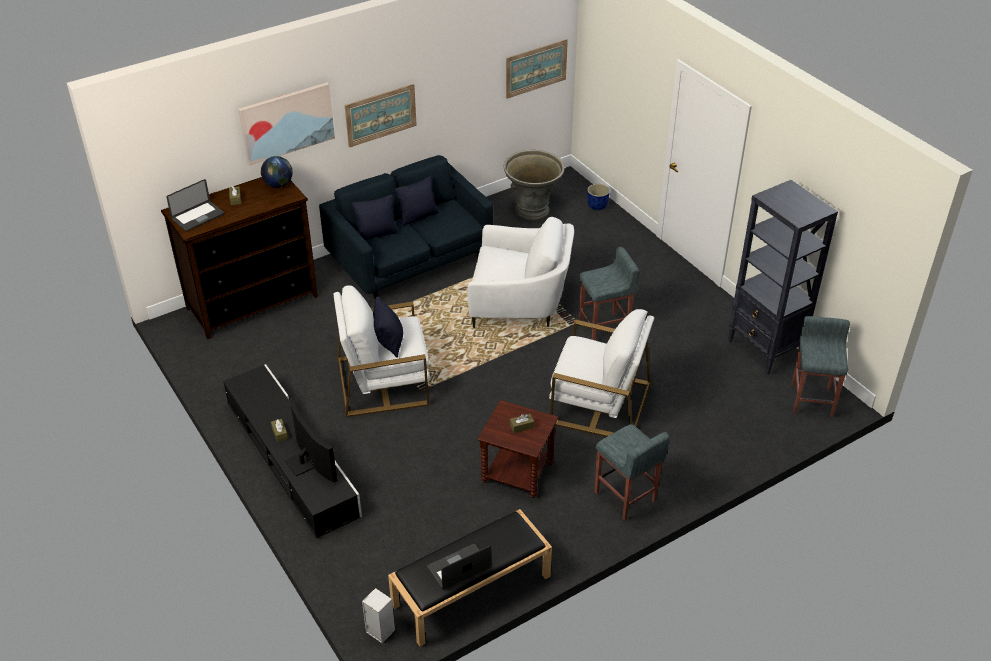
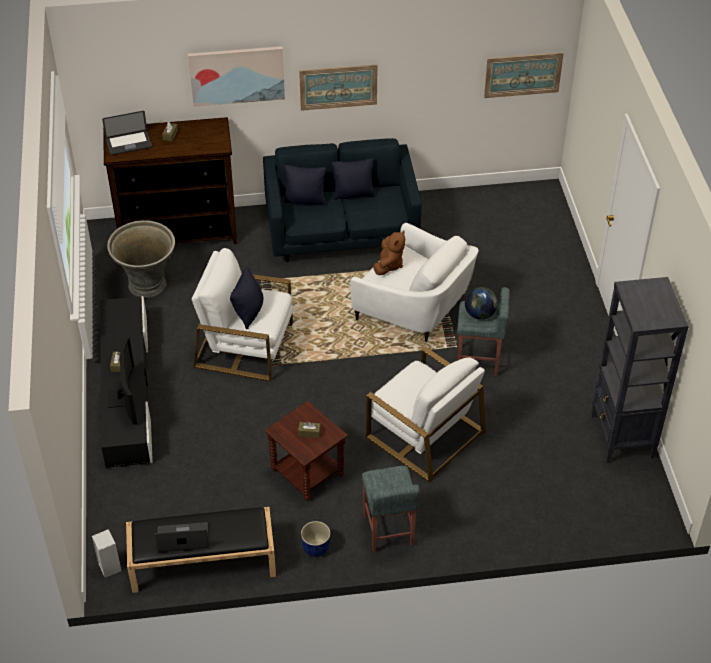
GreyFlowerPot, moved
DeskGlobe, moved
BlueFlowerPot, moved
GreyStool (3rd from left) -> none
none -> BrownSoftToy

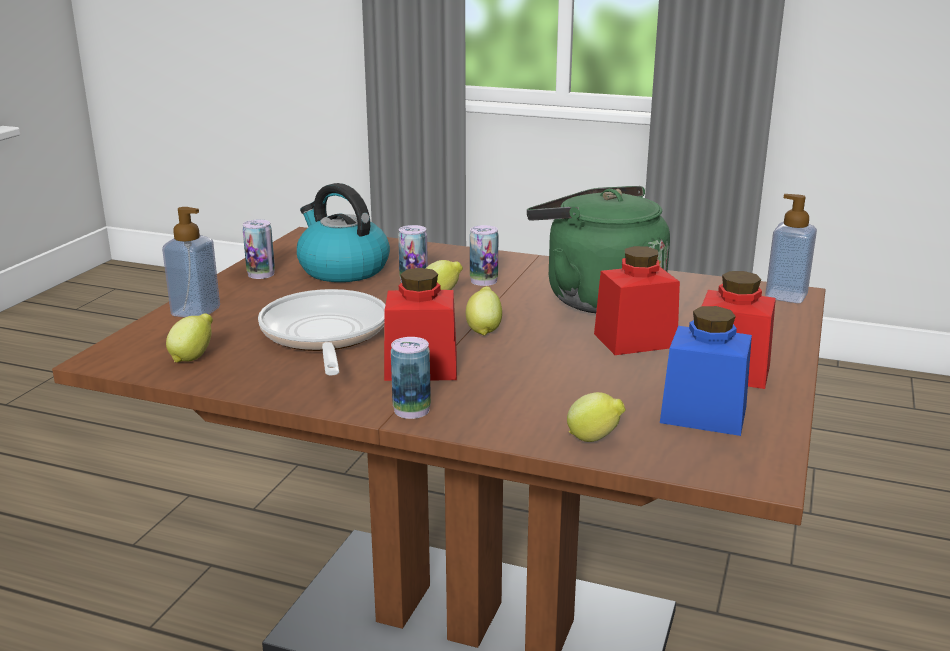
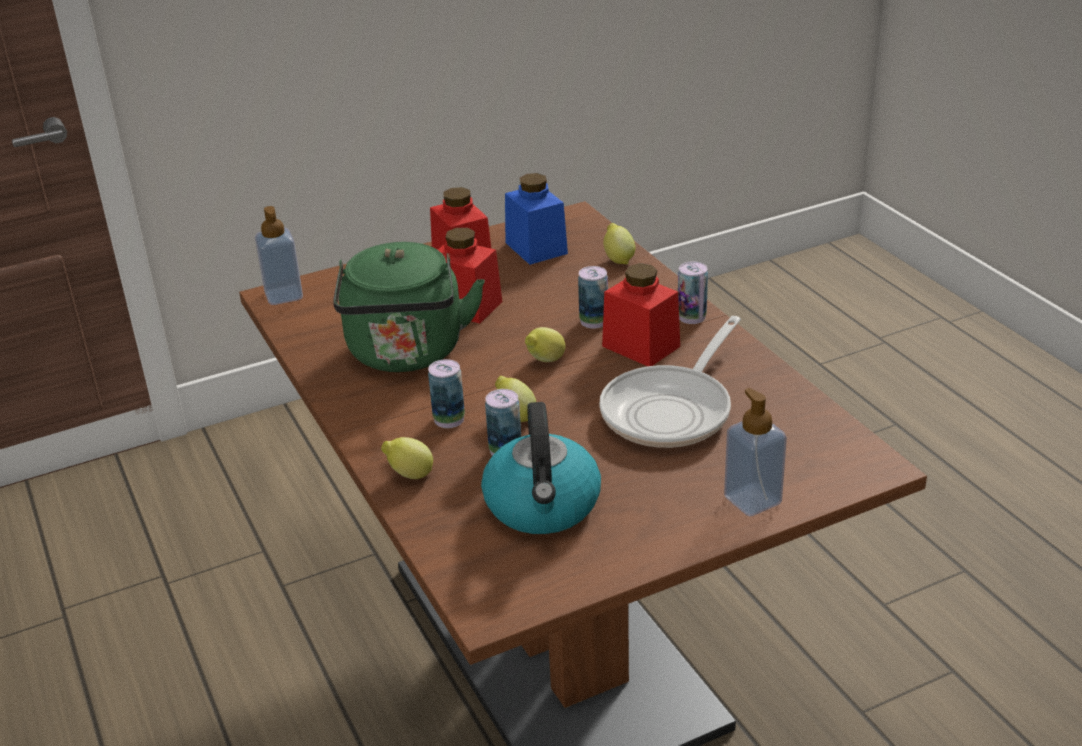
SealedCan (1st from left in the first image) -> SealedCan (3rd from left), moved
Lemon (1st from left), moved

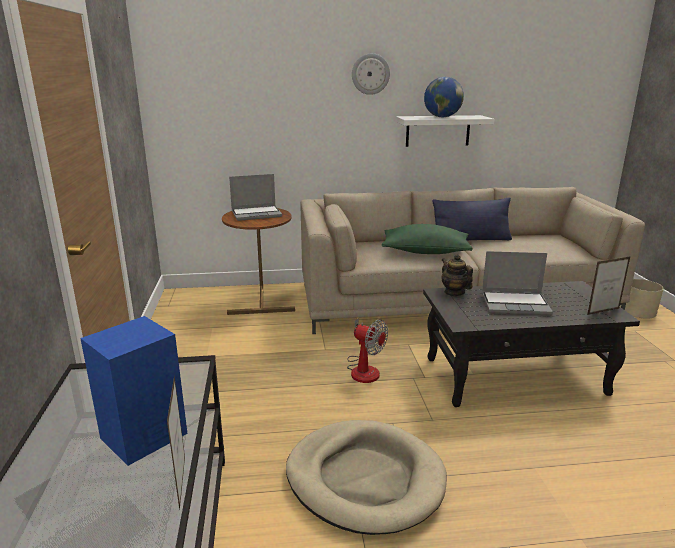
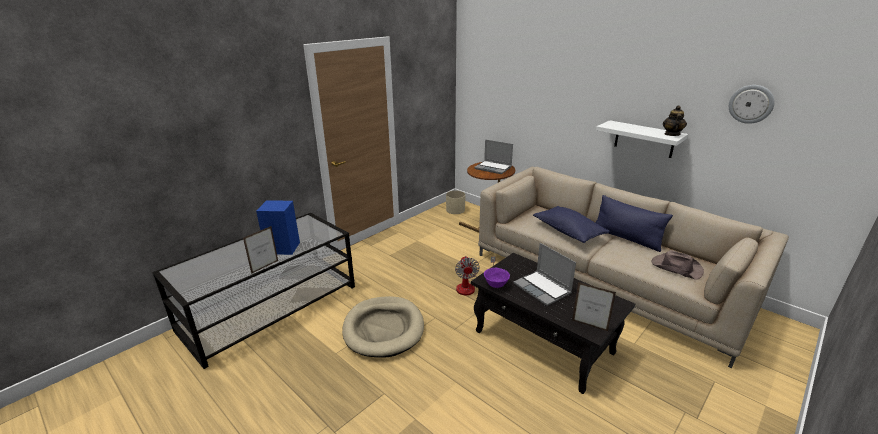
ClockOnTheWall, moved
DeskGlobe -> none
GreenColouredCushion -> BlueCushion (1st from left)
TeaPot, moved
SandColouredFlowerPot, moved
none -> BrownClothingHat
none -> PurpleBowl

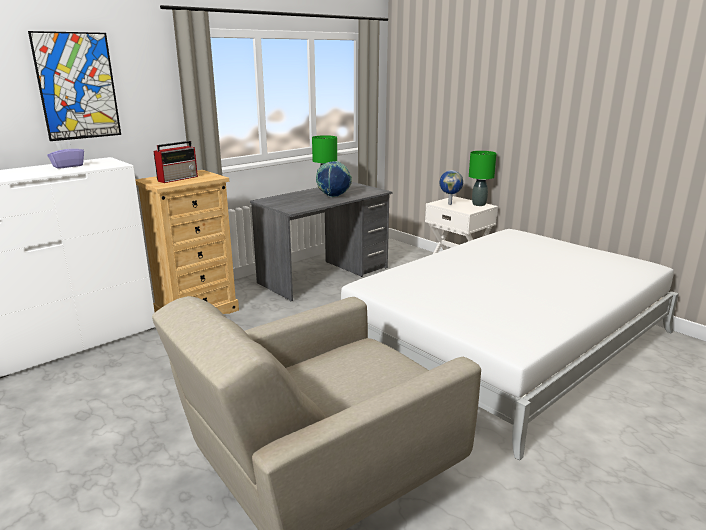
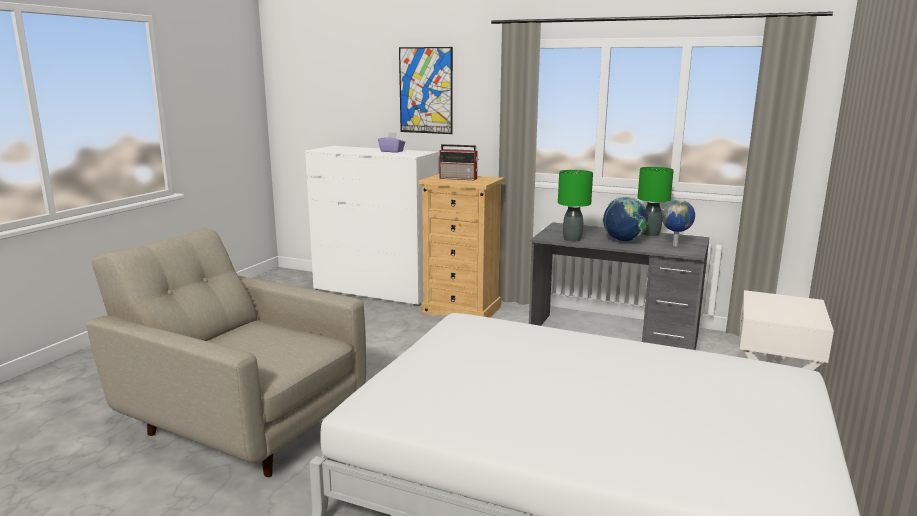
GreenColouredTabletopLamp (2nd from left in the first image) -> GreenColouredTabletopLamp (1st from left), moved
DeskGlobe (2nd from left), moved

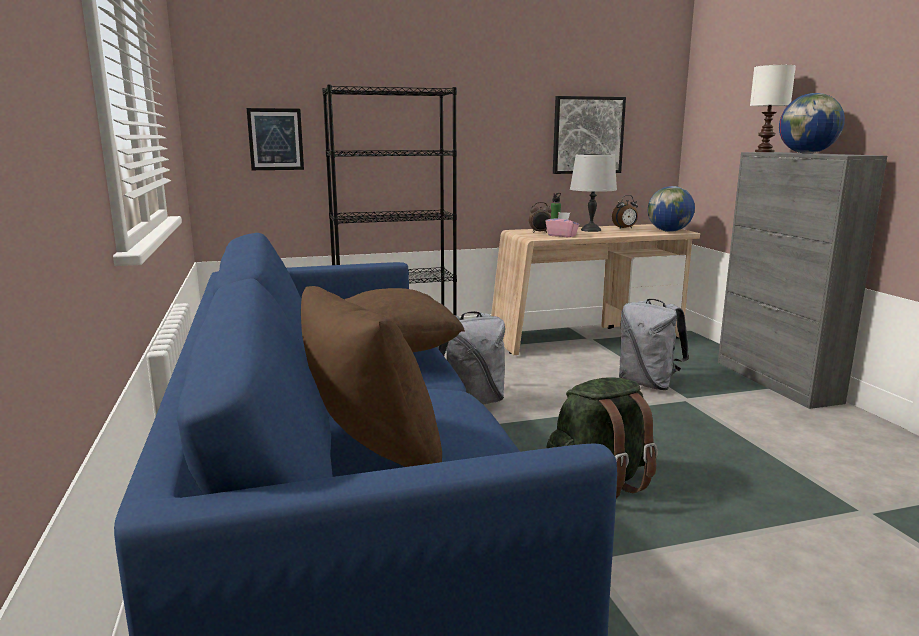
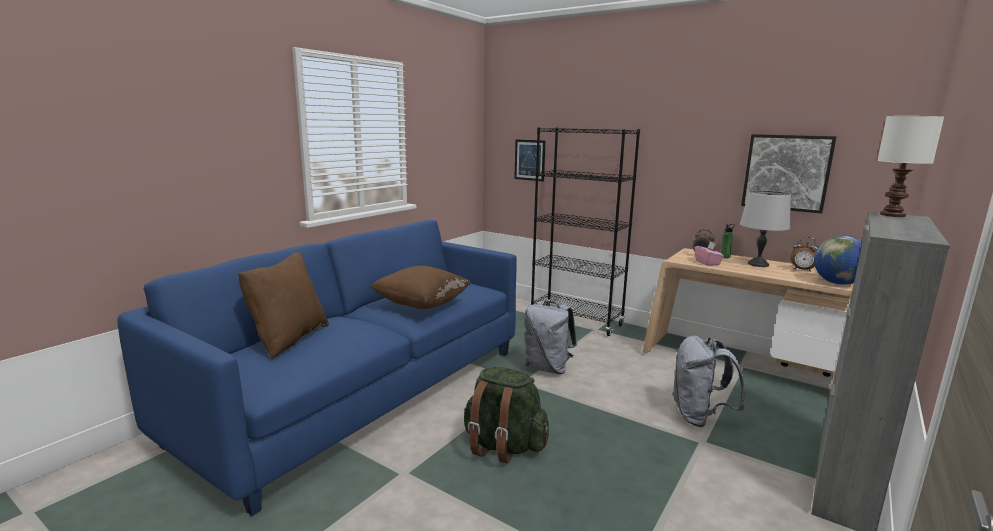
DeskGlobe (2nd from left) -> none

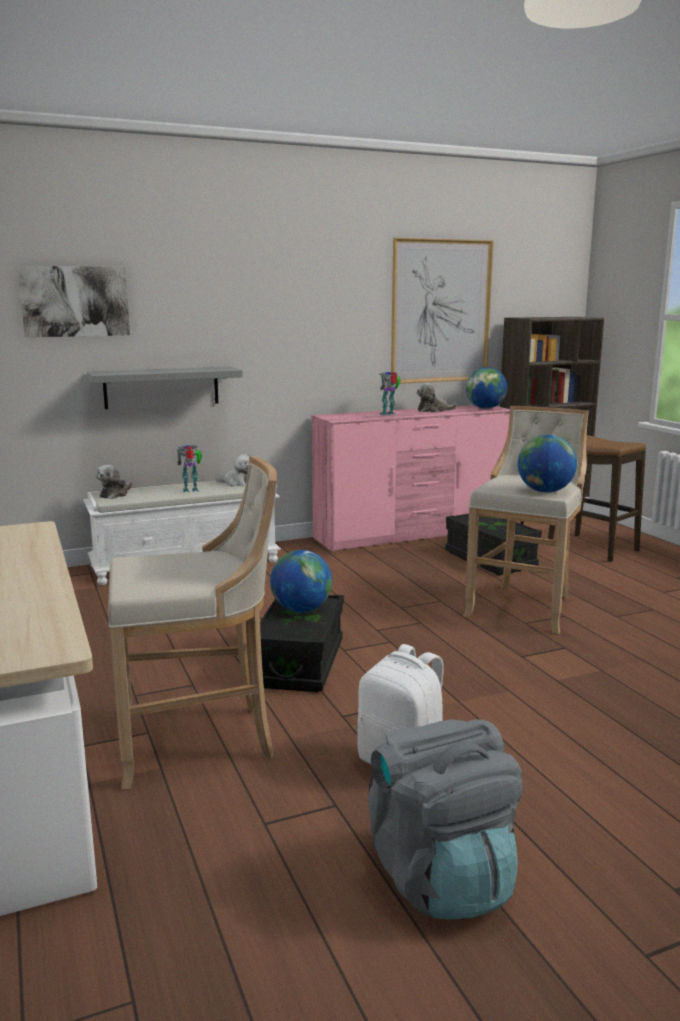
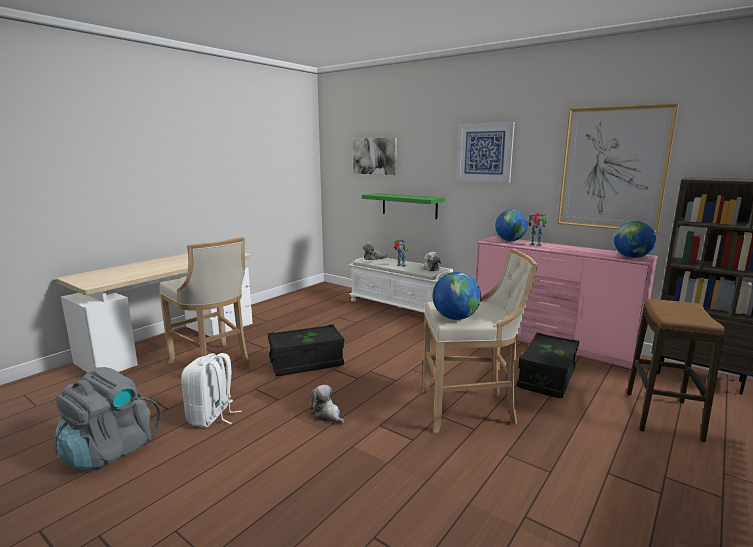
GreyBracketShelf -> GreenColouredBracketShelf
SoftToy (3rd from left in the first image) -> SoftToy (1st from left), moved
DeskGlobe (1st from left in the first image) -> DeskGlobe (2nd from left), moved
none -> WallArt (2nd from left)

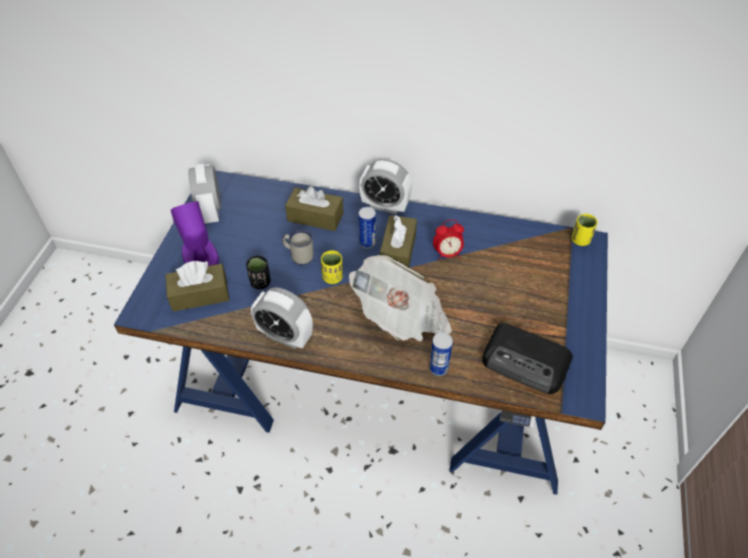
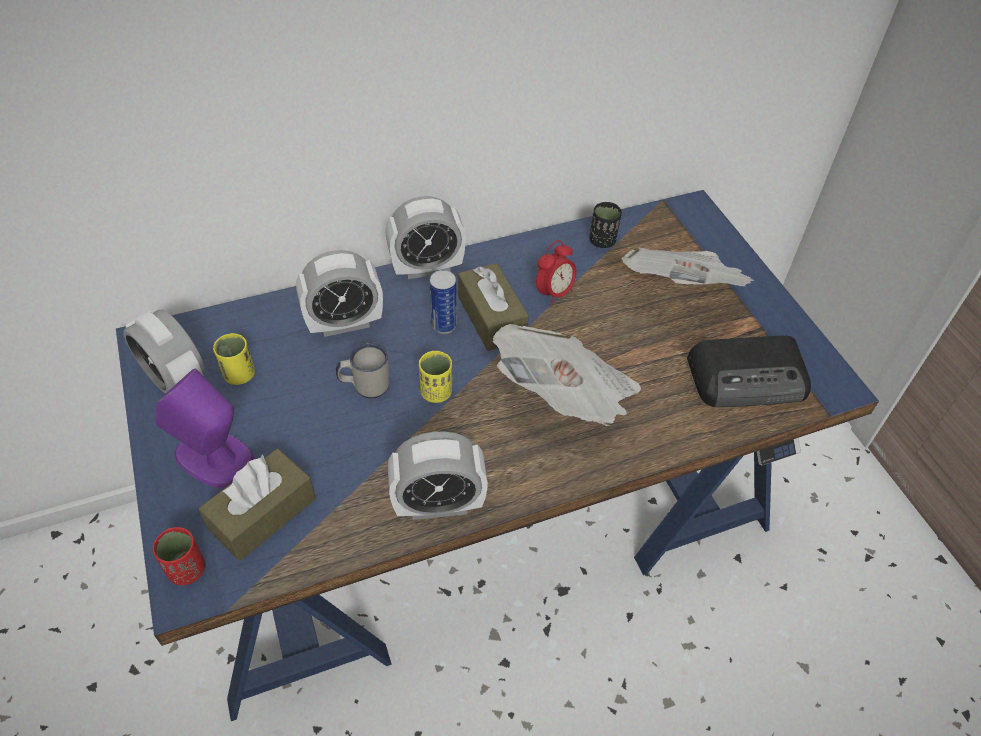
BrownTissueHolder (2nd from left) -> TableClock (2nd from left)
YellowishSmallCup (2nd from left in the first image) -> YellowishSmallCup (1st from left), moved
BlackSmallCup, moved
SealedCan (2nd from left) -> none
none -> DailyPaper (2nd from left)
none -> RedSmallCup

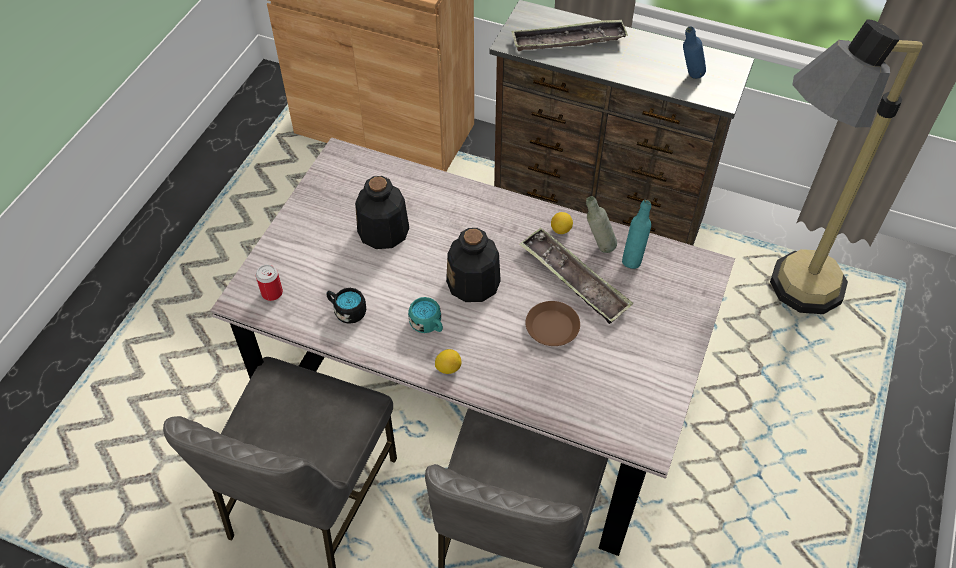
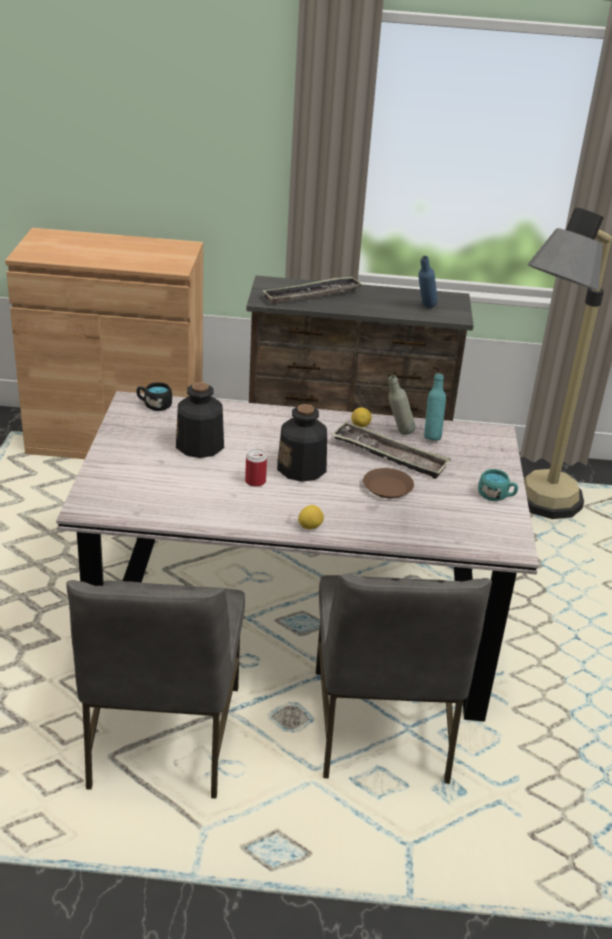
SealedCan, moved
BlackMug, moved
BlueGreenMug, moved

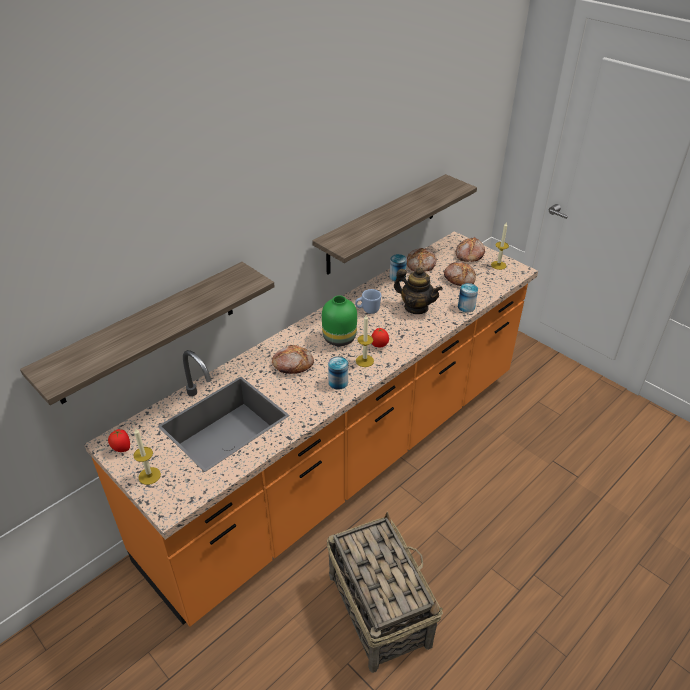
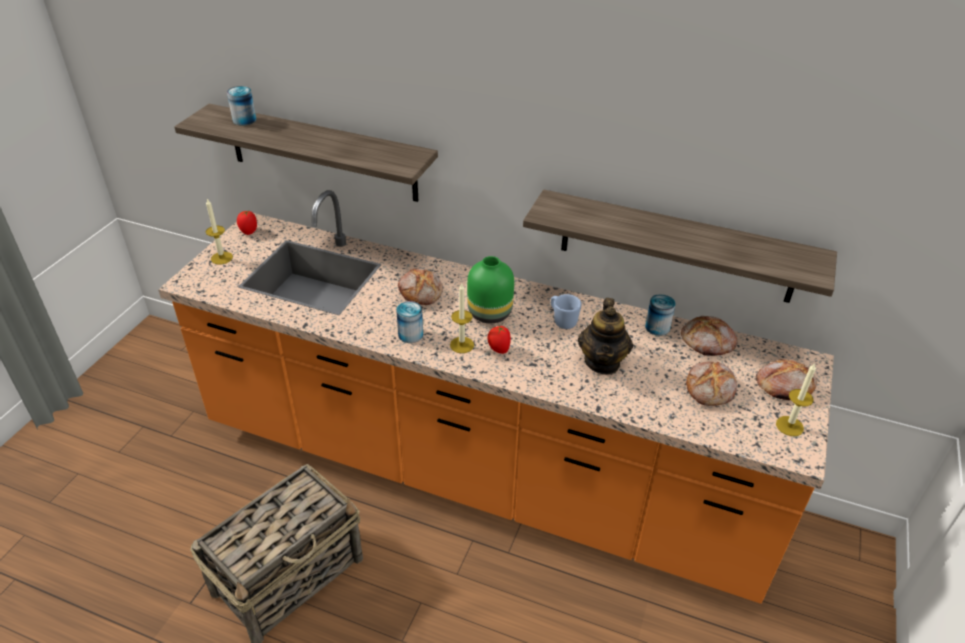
SealedCan (3rd from left in the first image) -> SealedCan (1st from left), moved

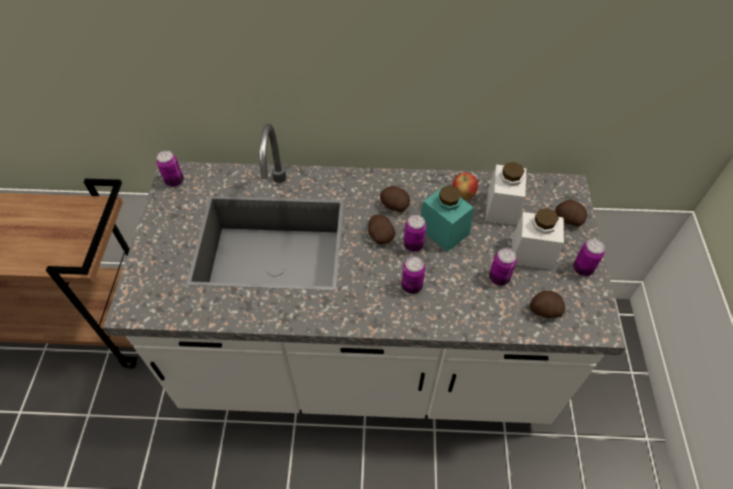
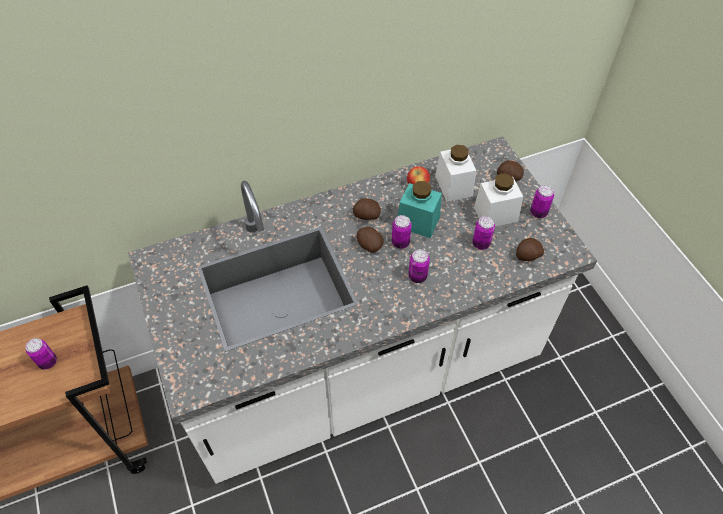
SealedCan (1st from left), moved

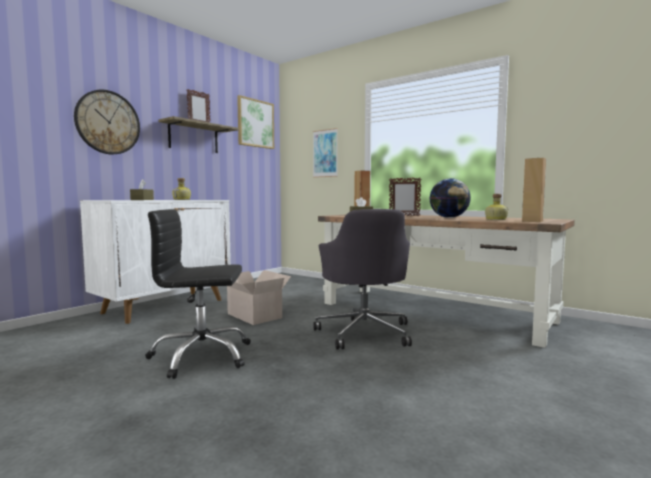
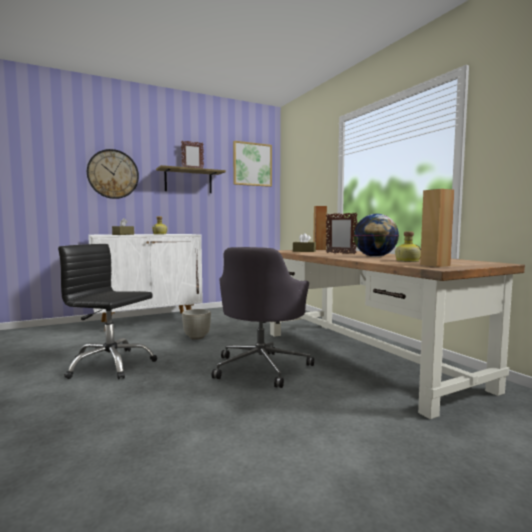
WallArt (2nd from left) -> none
CardboardBox -> GreyFlowerPot

